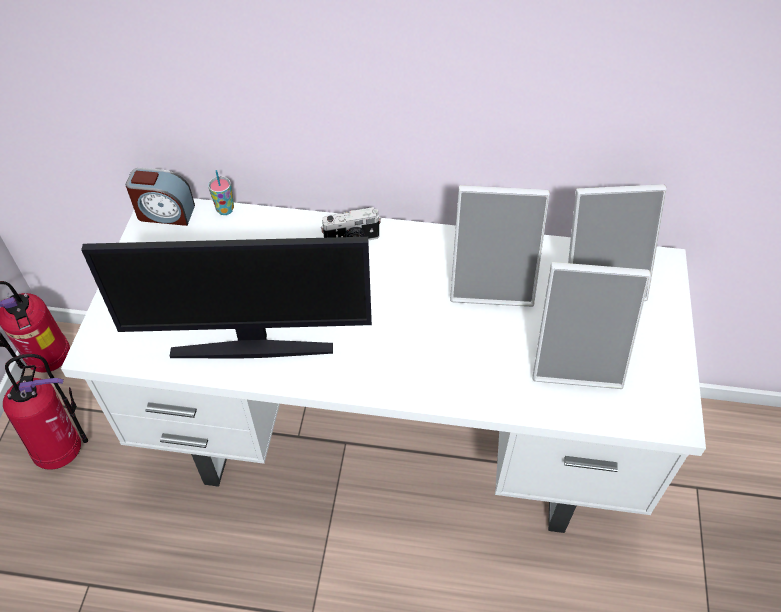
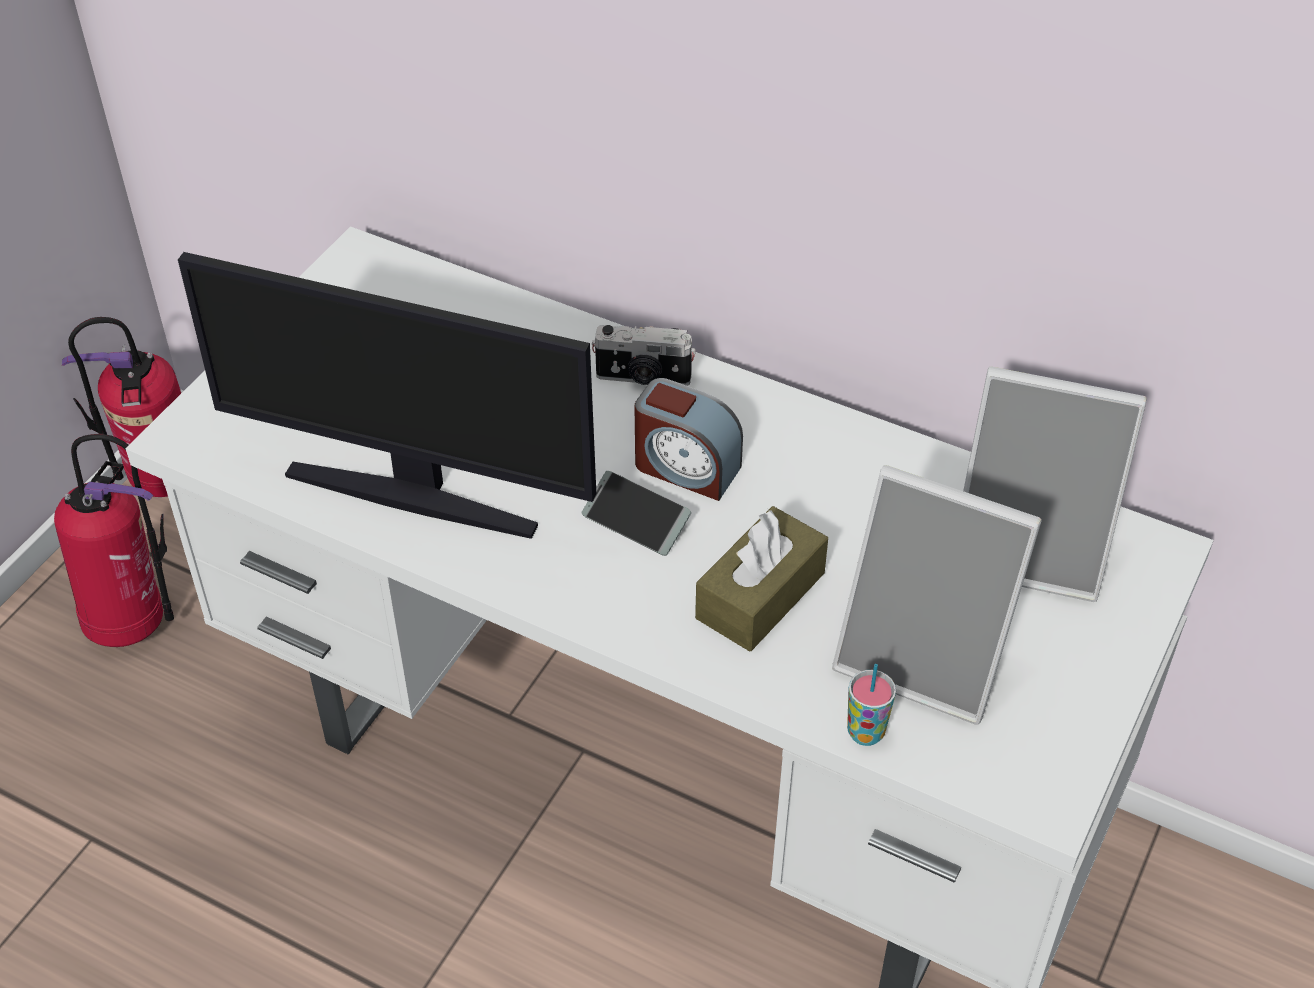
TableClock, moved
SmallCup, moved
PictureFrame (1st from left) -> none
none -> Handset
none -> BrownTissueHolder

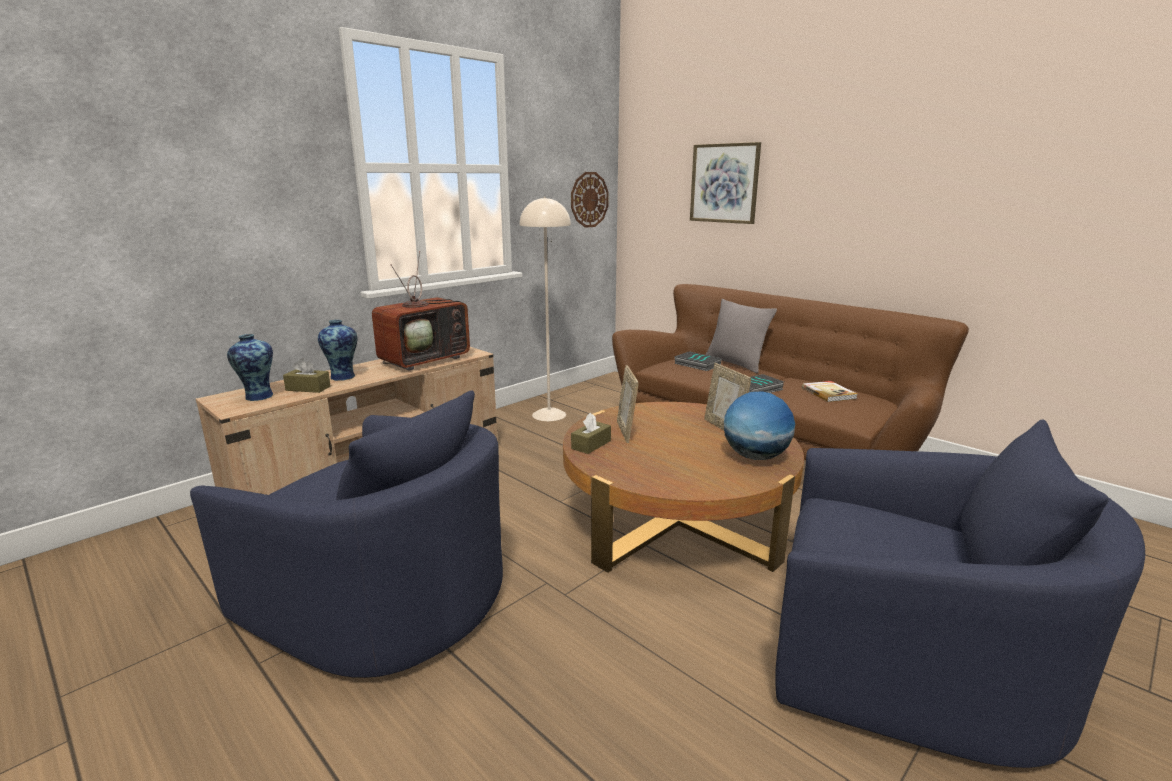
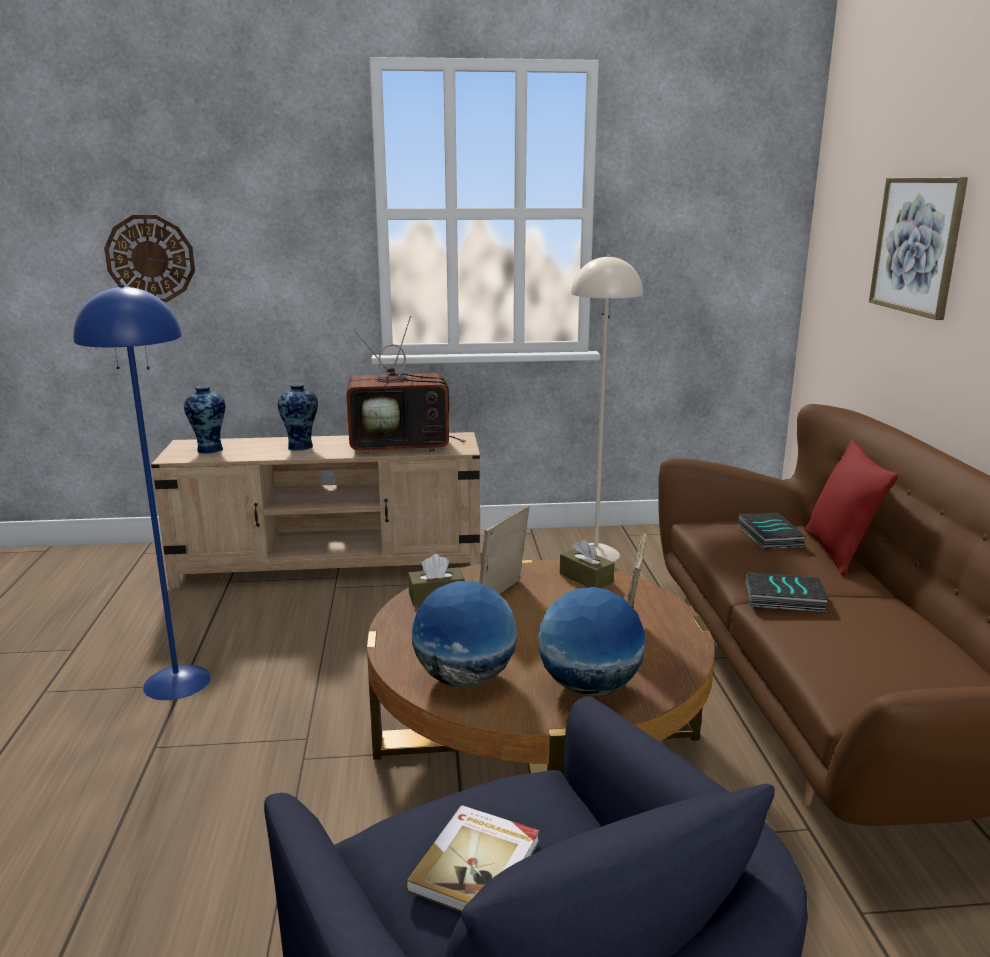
ClockOnTheWall, moved
GreyCushion -> RedCushion
BrownTissueHolder (1st from left in the first image) -> BrownTissueHolder (2nd from left), moved
Book (3rd from left in the first image) -> Book (1st from left), moved
BlueLoungeChair (1st from left) -> BlueStandingLamp
none -> DeskGlobe (1st from left)

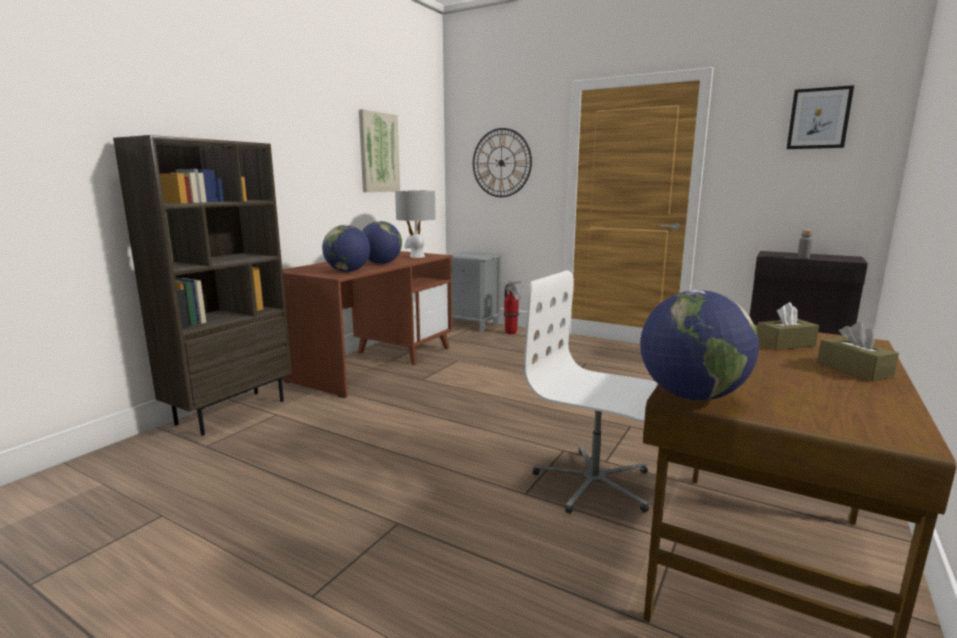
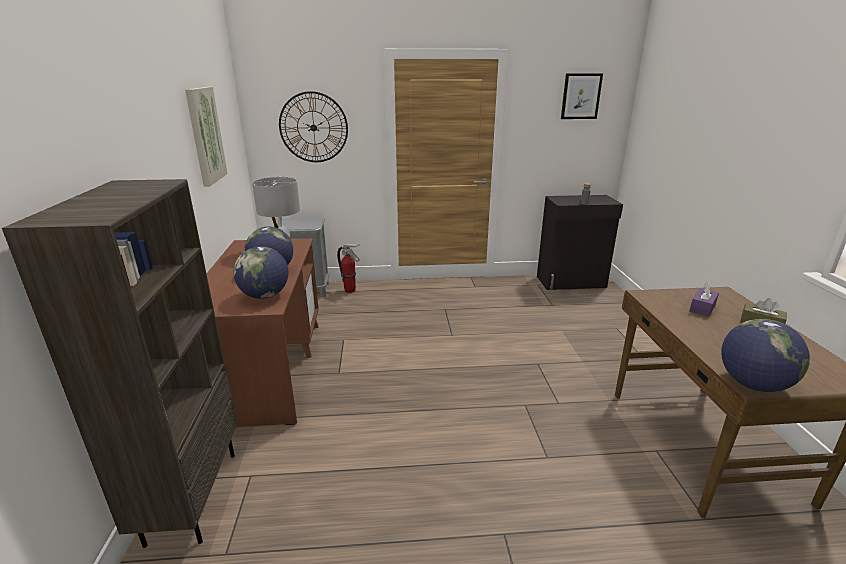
WhiteColouredDeskChair -> none
BrownTissueHolder (1st from left) -> PurpleTissueHolder

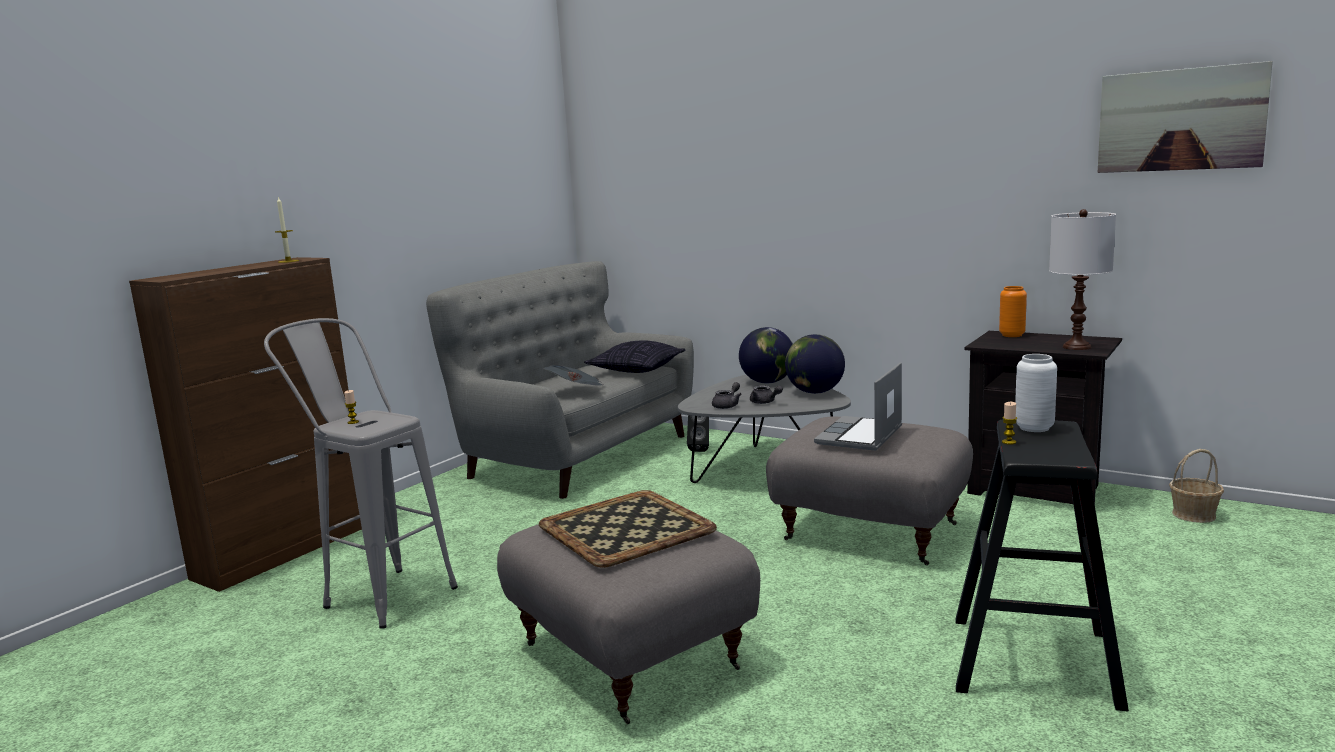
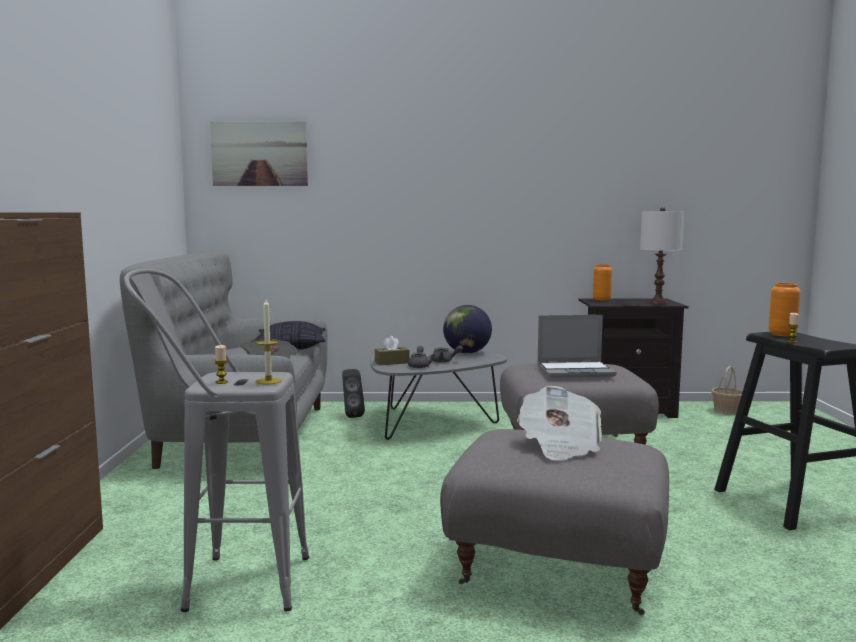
WallArt, moved
WaxCandle (1st from left in the first image) -> WaxCandle (2nd from left), moved
DeskGlobe (1st from left) -> none
WhiteColouredDecorativeVase -> OrangeDecorativeVase (2nd from left)
PortableComputer, 90 degrees counterclockwise
ServingTray -> DailyPaper (2nd from left)
none -> BrownTissueHolder

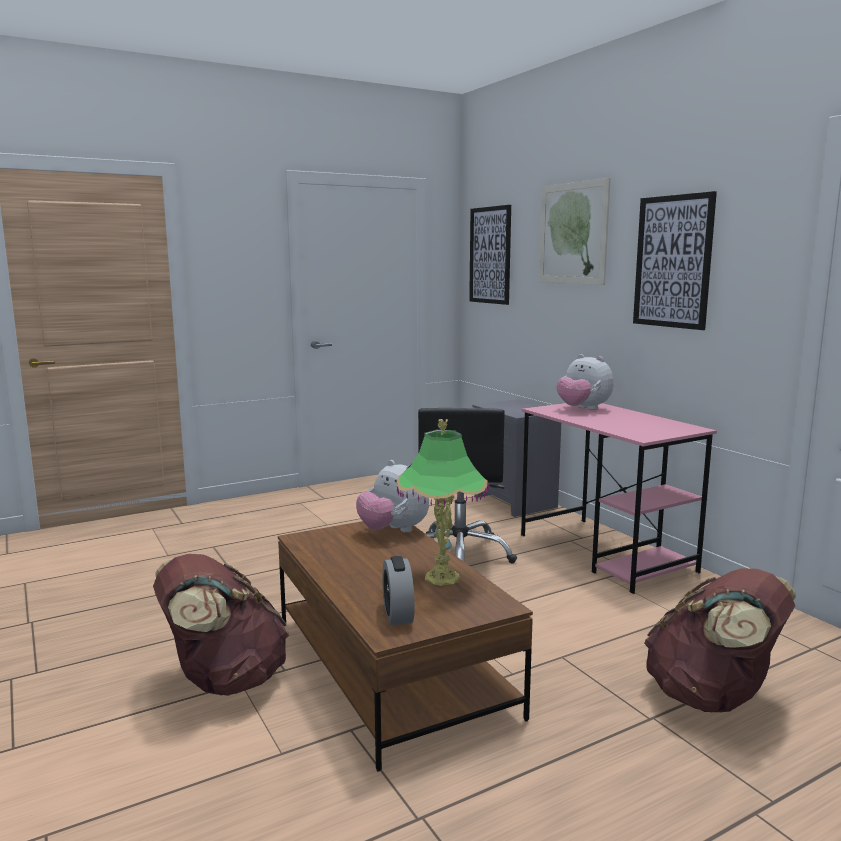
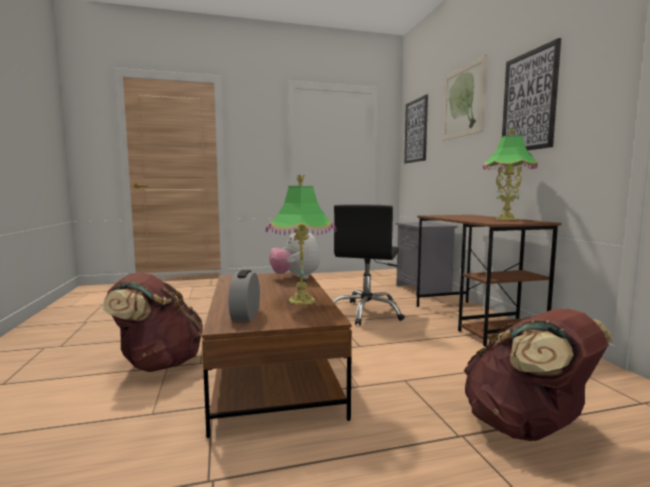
SoftToy (2nd from left) -> none
PinkDeskUnit -> BrownDeskUnit
none -> TabletopLamp (2nd from left)

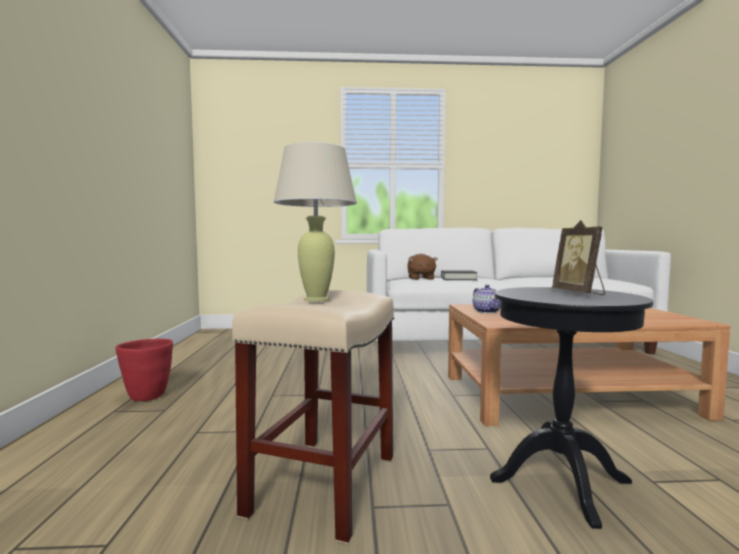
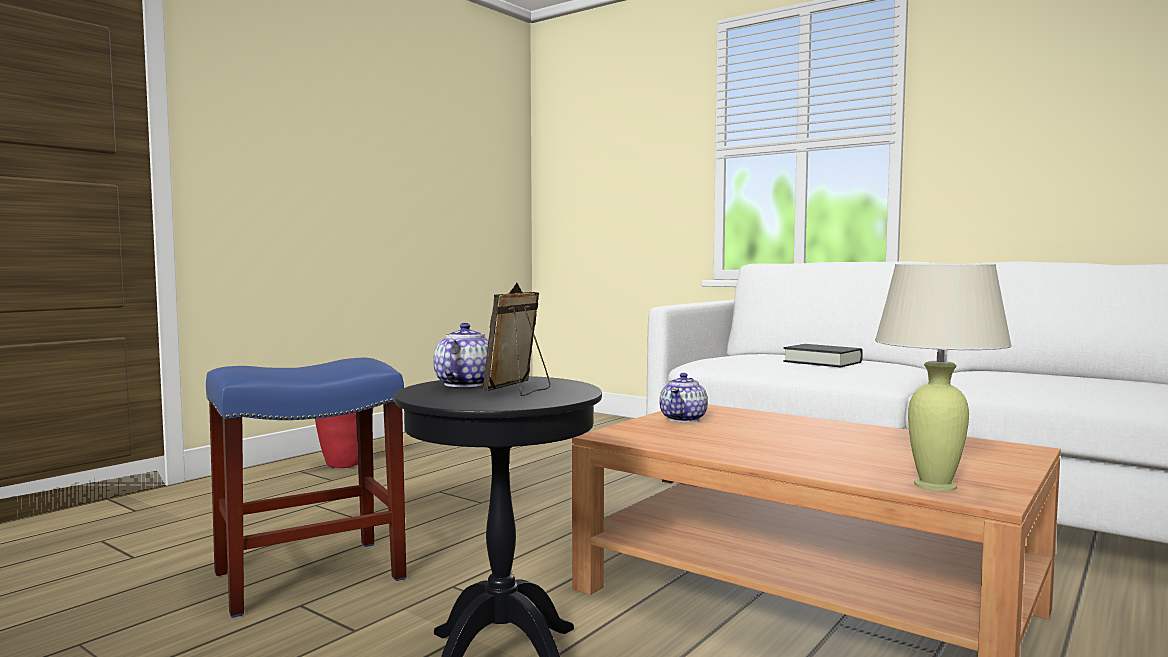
SandColouredTabletopLamp, moved
BrownSoftToy -> none
SandColouredStool -> BlueStool
none -> TeaPot (1st from left)

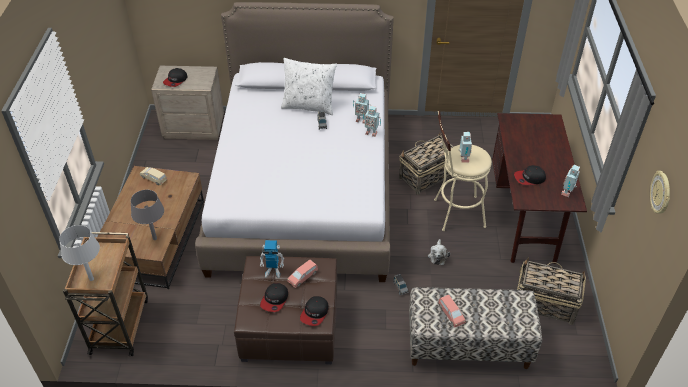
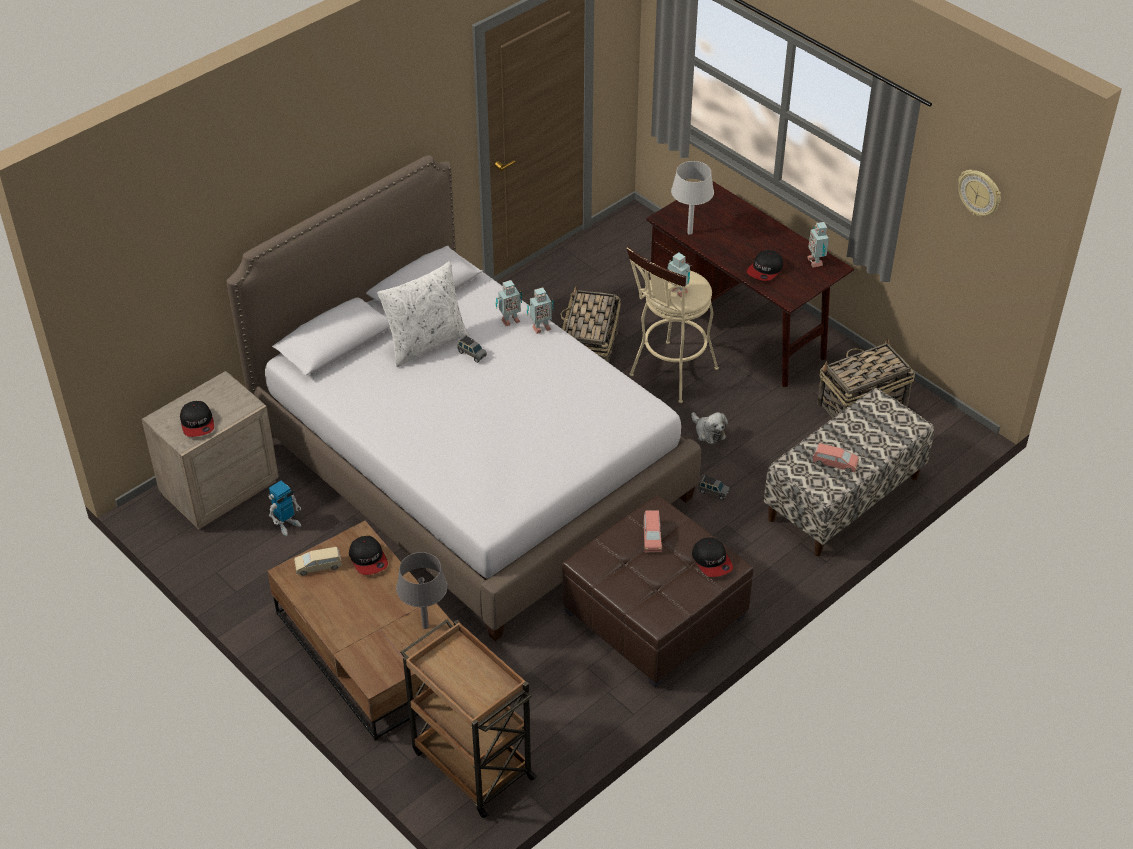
GreyTabletopLamp (1st from left in the first image) -> GreyTabletopLamp (2nd from left), moved
RobotFigure (1st from left), moved
BaseballCap (2nd from left), moved

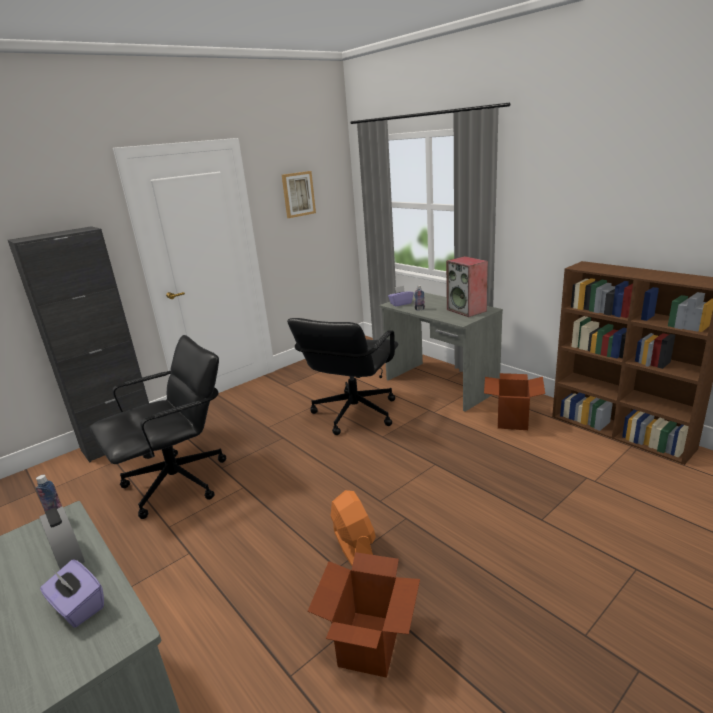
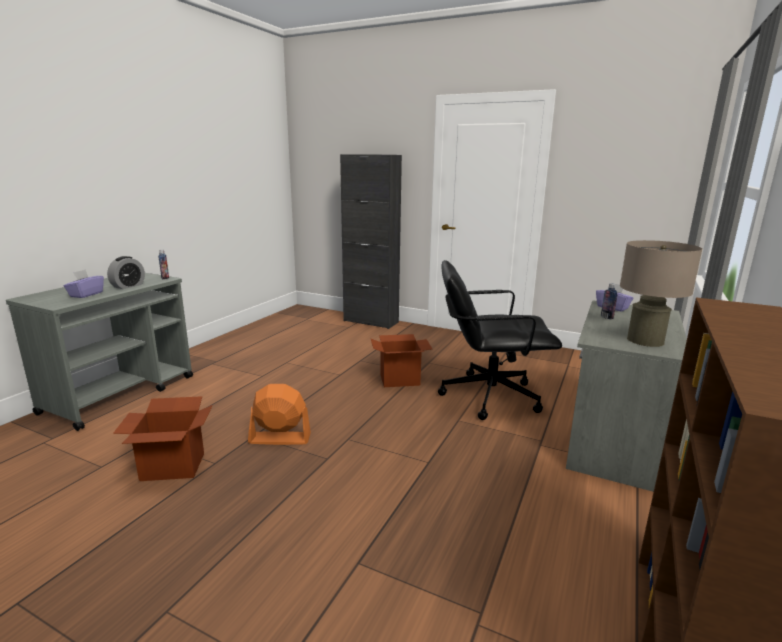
WallArt -> none
AudioSpeaker -> SandColouredTabletopLamp
BlackDeskChair (1st from left) -> none
CardboardBox (2nd from left), moved
OrangeFan, 135 degrees counterclockwise

